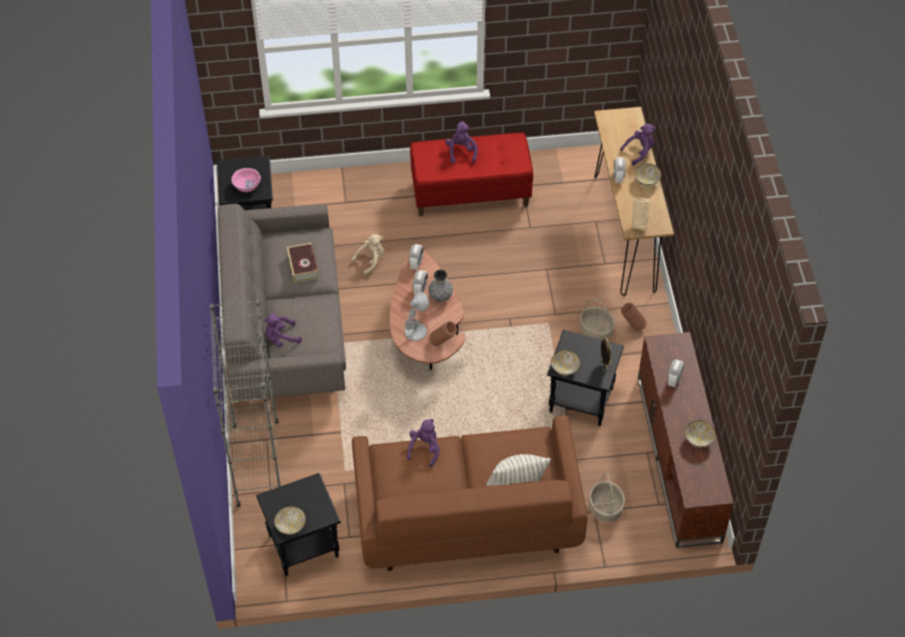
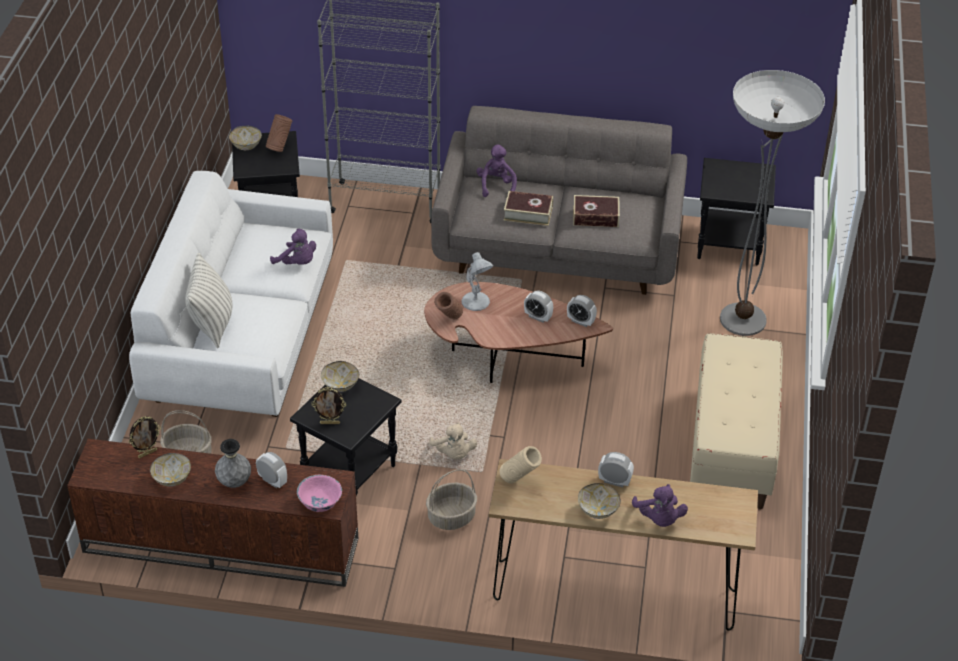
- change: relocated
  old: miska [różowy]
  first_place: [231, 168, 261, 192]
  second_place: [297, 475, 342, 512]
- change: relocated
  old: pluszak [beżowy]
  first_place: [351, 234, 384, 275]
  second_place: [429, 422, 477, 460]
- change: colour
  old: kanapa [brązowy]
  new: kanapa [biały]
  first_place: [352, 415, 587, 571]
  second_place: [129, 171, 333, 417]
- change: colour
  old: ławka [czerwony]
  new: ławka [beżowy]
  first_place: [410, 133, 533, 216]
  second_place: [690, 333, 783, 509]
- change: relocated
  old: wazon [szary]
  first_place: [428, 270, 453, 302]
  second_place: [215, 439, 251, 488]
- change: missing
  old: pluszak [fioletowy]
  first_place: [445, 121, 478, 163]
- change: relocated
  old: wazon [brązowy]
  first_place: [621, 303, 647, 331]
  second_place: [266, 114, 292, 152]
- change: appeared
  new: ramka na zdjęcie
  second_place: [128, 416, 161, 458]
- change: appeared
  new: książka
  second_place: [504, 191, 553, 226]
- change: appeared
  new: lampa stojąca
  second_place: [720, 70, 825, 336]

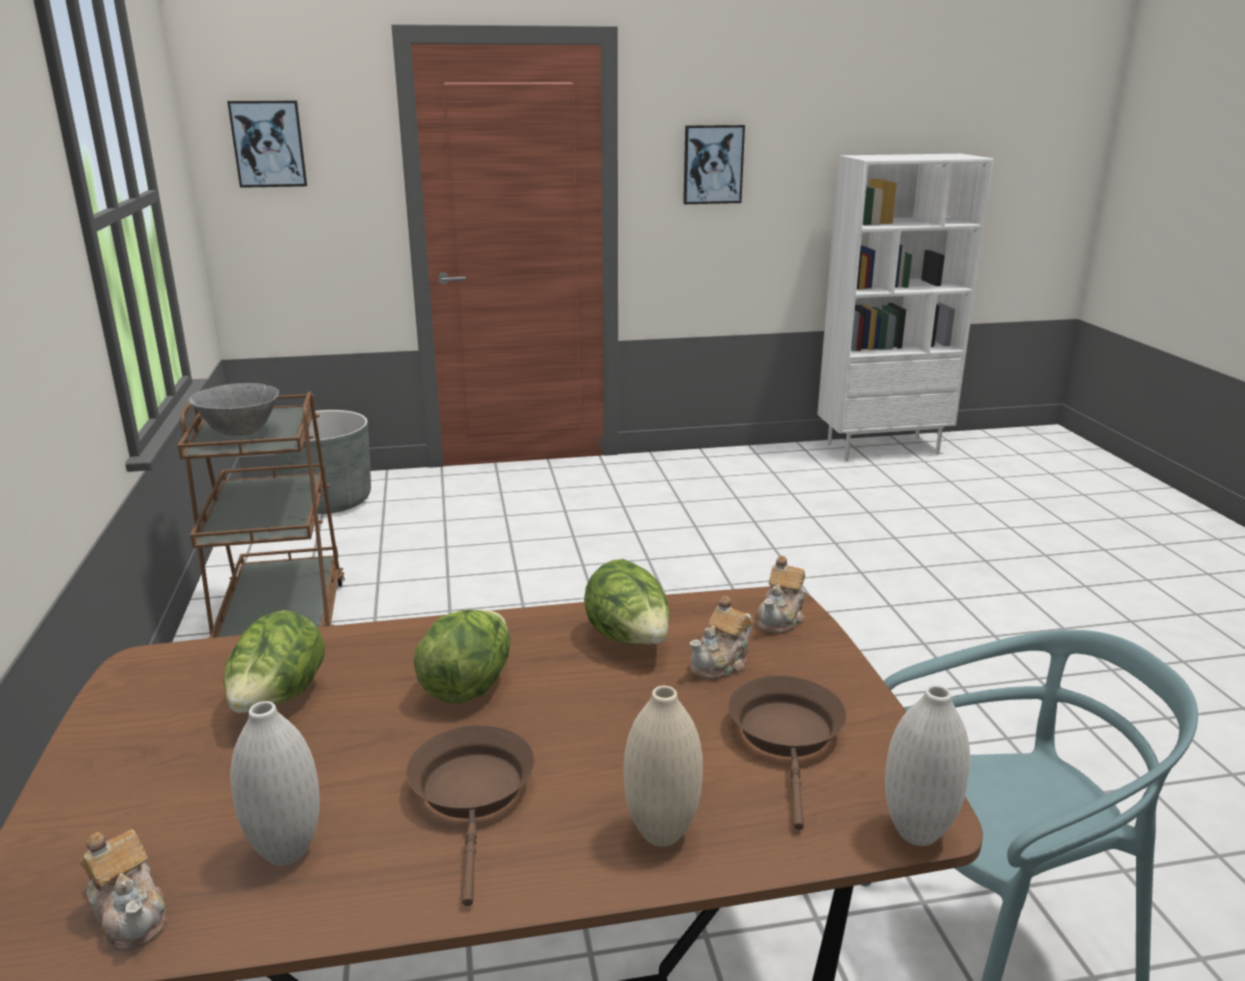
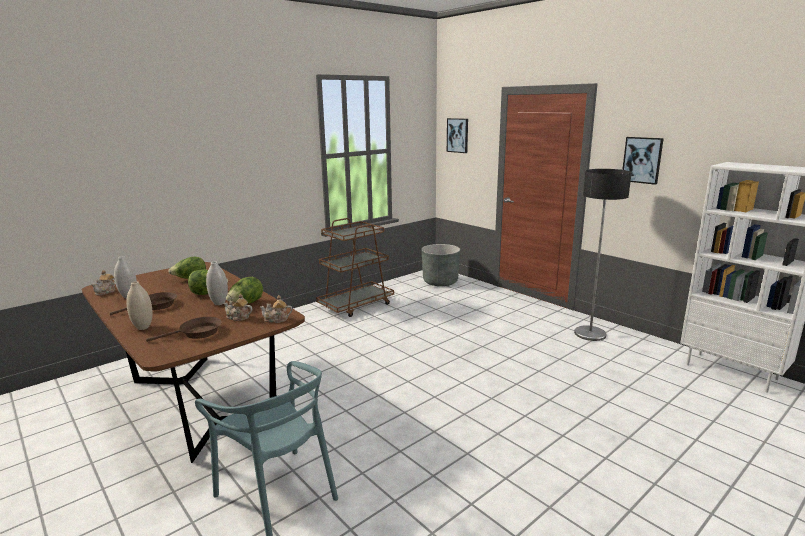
- change: missing
  old: miska [szary]
  first_place: [189, 383, 279, 436]
- change: relocated
  old: wazon [biały]
  first_place: [885, 685, 970, 846]
  second_place: [206, 262, 228, 305]
- change: appeared
  new: lampa stojąca
  second_place: [574, 169, 632, 341]

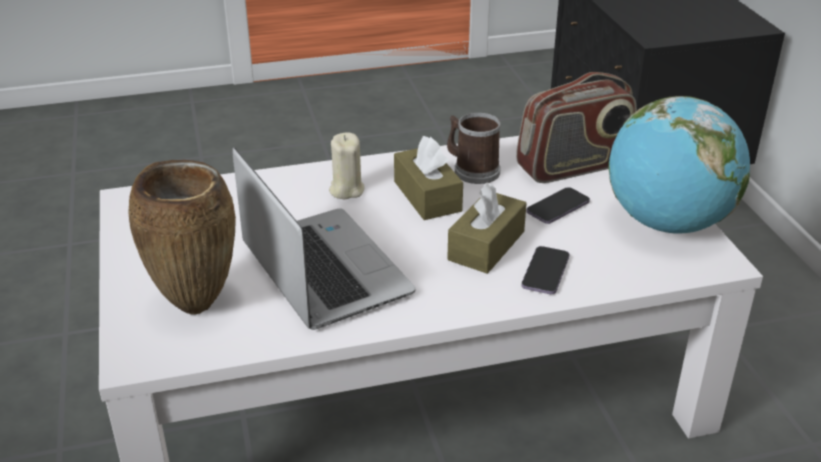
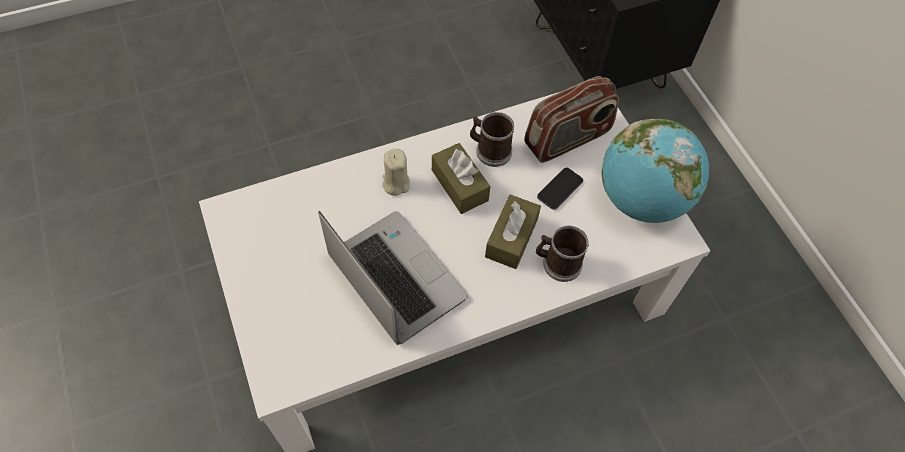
- change: missing
  old: wazon [brązowy]
  first_place: [128, 160, 236, 315]
- change: exchanged
  old: telefon
  new: kubek
  first_place: [522, 246, 569, 294]
  second_place: [536, 226, 589, 282]

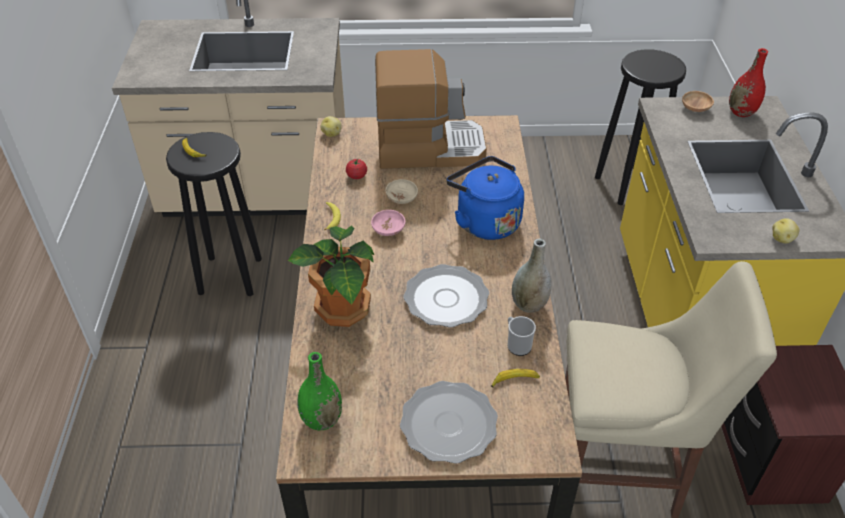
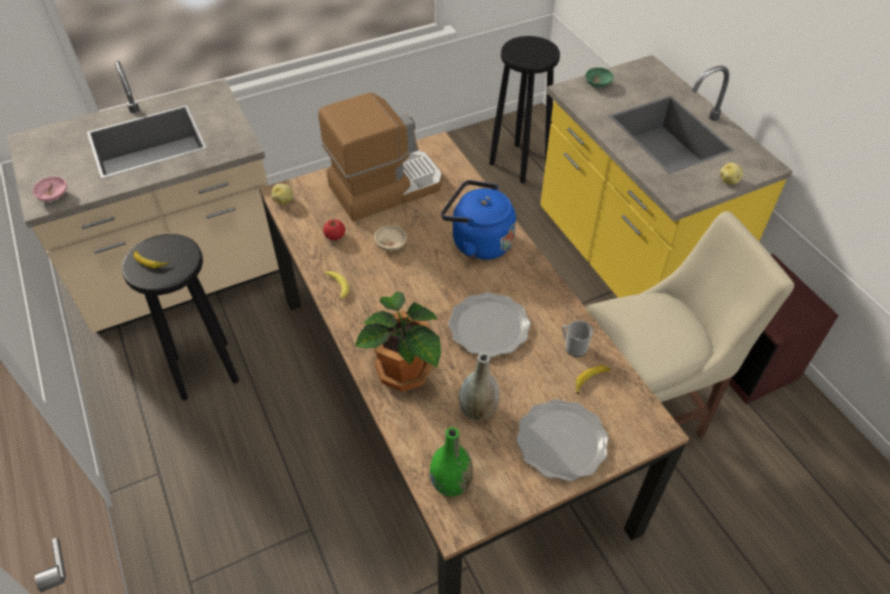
- change: relocated
  old: miska [różowy]
  first_place: [371, 210, 406, 236]
  second_place: [33, 176, 67, 201]
- change: relocated
  old: wazon [szary]
  first_place: [512, 239, 552, 313]
  second_place: [459, 353, 500, 421]
- change: colour
  old: miska [brązowy]
  new: miska [zielony]
  first_place: [682, 91, 714, 112]
  second_place: [585, 67, 614, 87]
- change: missing
  old: wazon [czerwony]
  first_place: [729, 48, 768, 117]

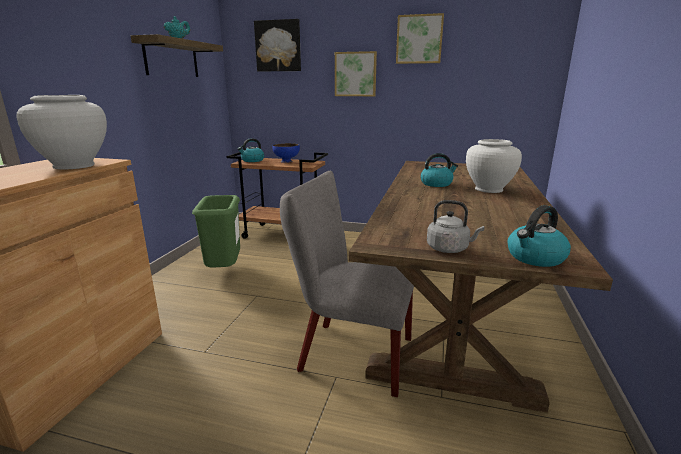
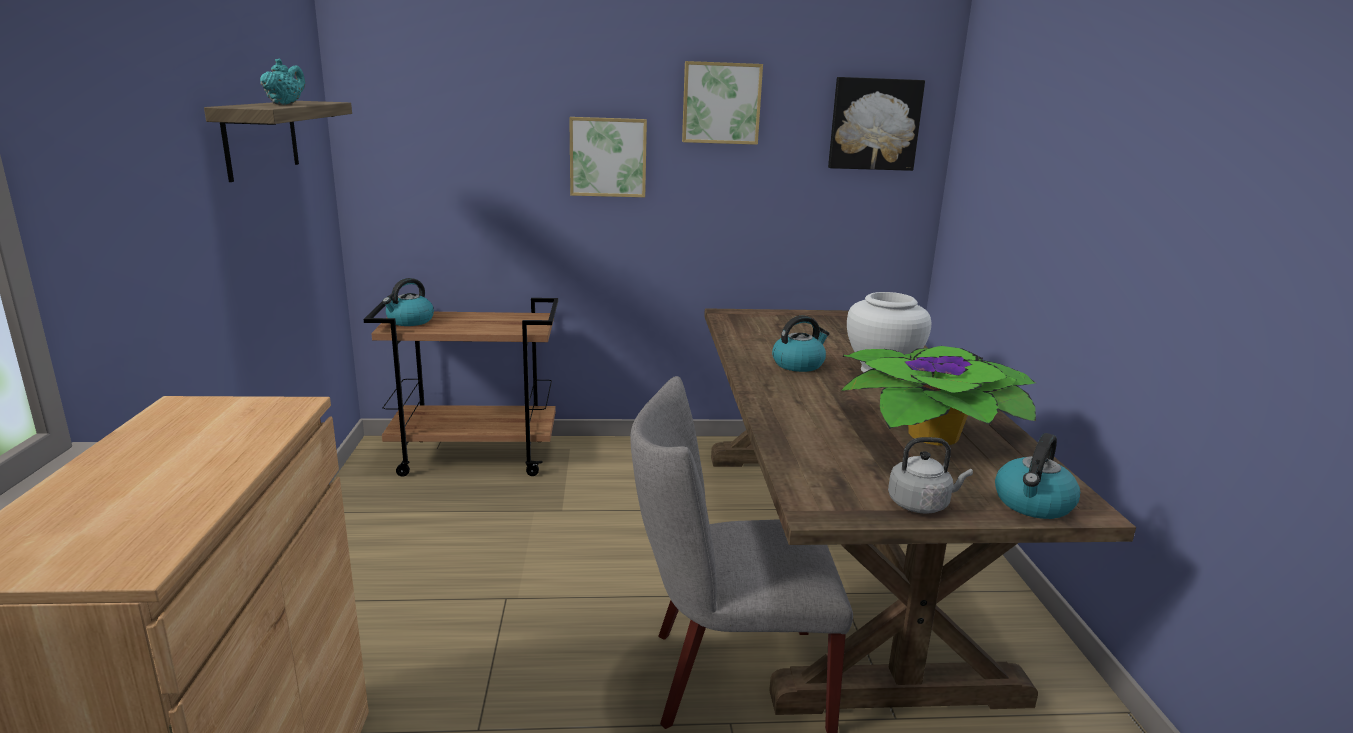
- change: missing
  old: wazon [biały]
  first_place: [17, 95, 107, 170]
- change: missing
  old: kosz na śmieci [zielony]
  first_place: [192, 195, 240, 268]
- change: relocated
  old: obraz
  first_place: [254, 19, 301, 71]
  second_place: [828, 77, 925, 171]
- change: missing
  old: miska [niebieski]
  first_place: [272, 143, 300, 163]
- change: appeared
  new: roślina doniczkowa
  second_place: [841, 346, 1036, 445]

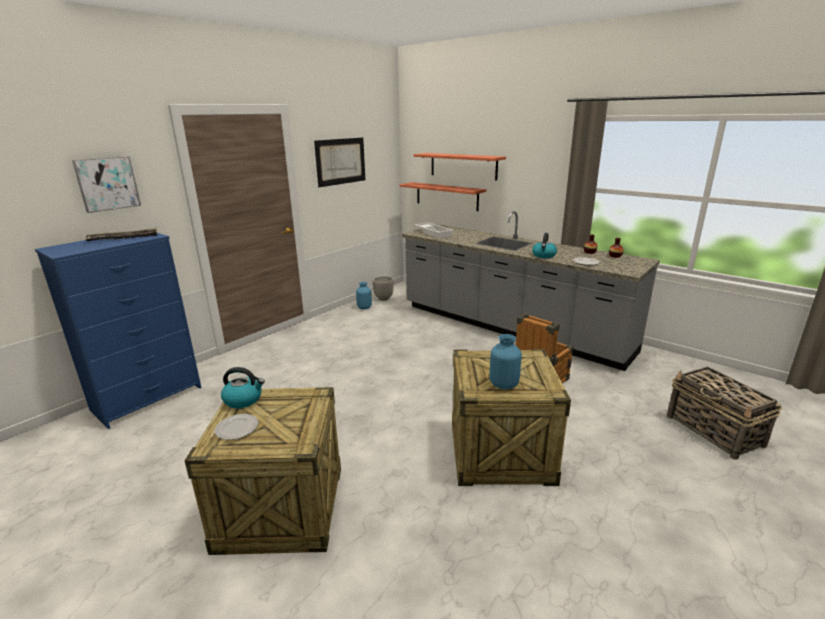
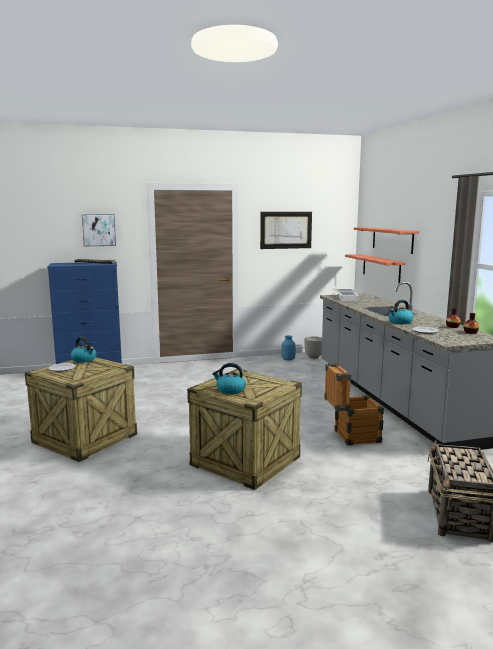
- change: exchanged
  old: wazon [niebieski]
  new: czajnik
  first_place: [489, 334, 522, 389]
  second_place: [212, 363, 246, 394]

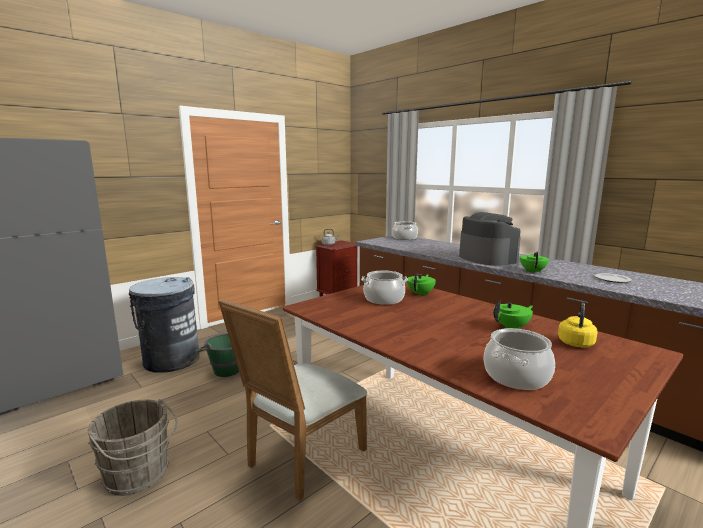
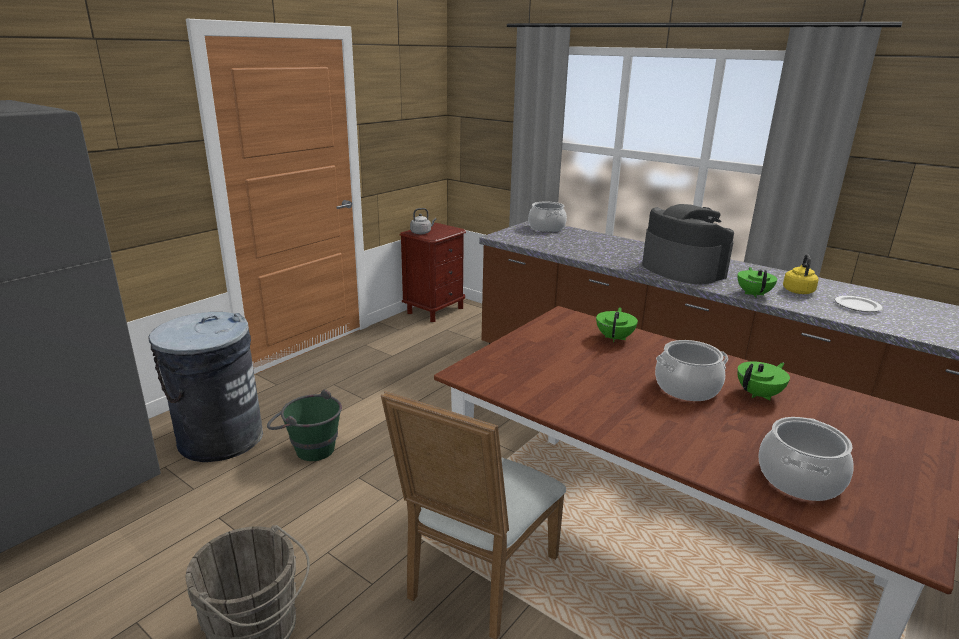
- change: relocated
  old: garnek
  first_place: [361, 270, 408, 305]
  second_place: [655, 340, 728, 401]
- change: relocated
  old: czajnik [żółty]
  first_place: [558, 303, 598, 348]
  second_place: [783, 254, 818, 294]

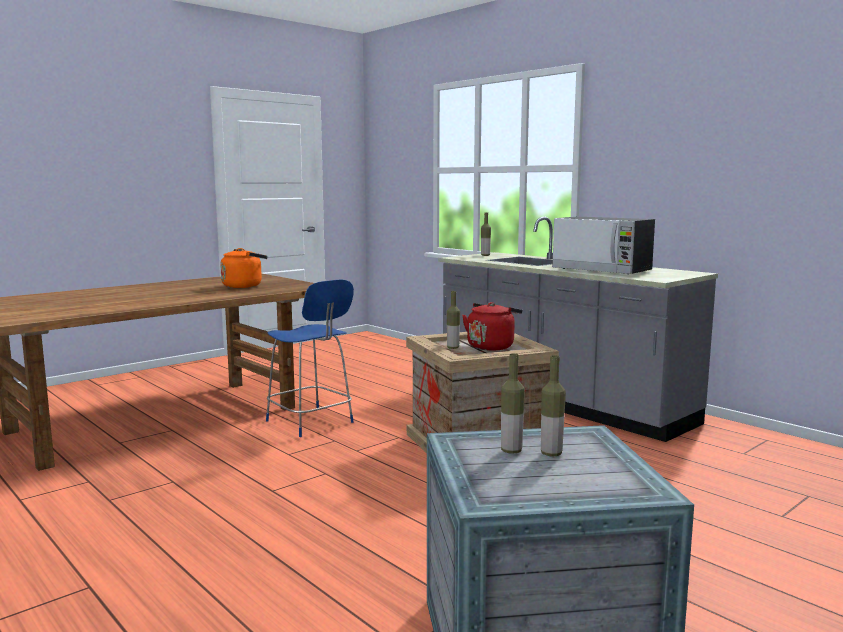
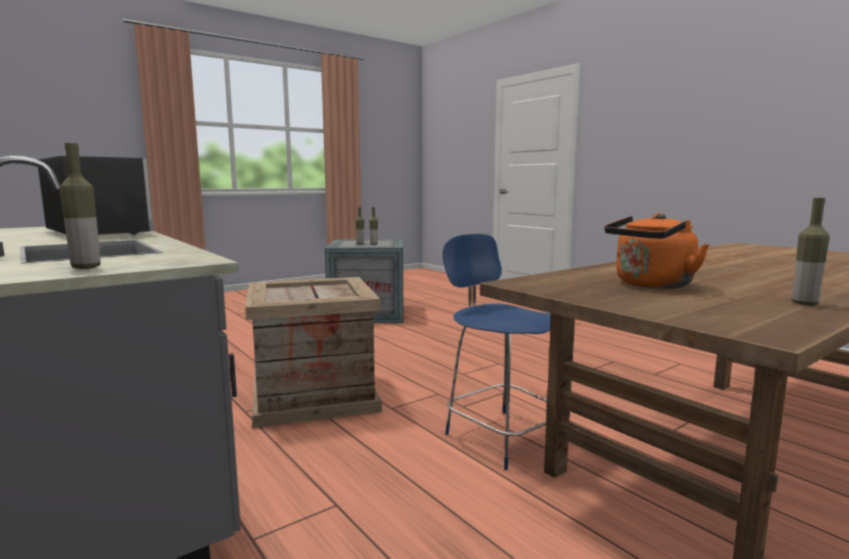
- change: relocated
  old: butelka
  first_place: [447, 291, 460, 349]
  second_place: [792, 198, 830, 306]
- change: missing
  old: czajnik [czerwony]
  first_place: [462, 302, 522, 351]

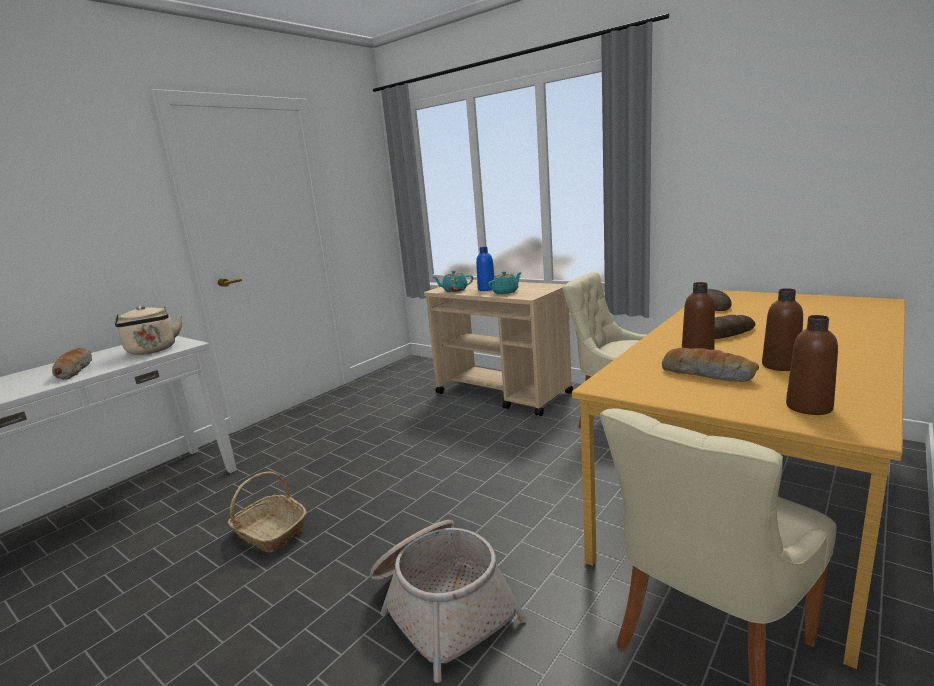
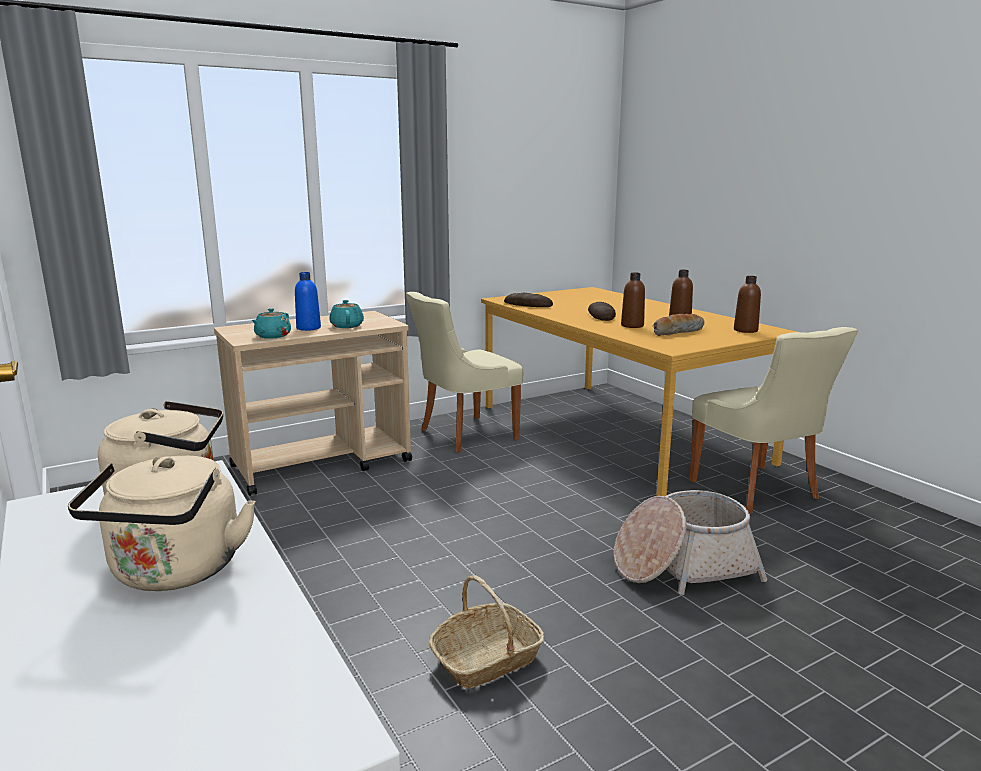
- change: exchanged
  old: chleb
  new: czajnik [beżowy]
  first_place: [52, 348, 92, 379]
  second_place: [68, 456, 256, 591]

